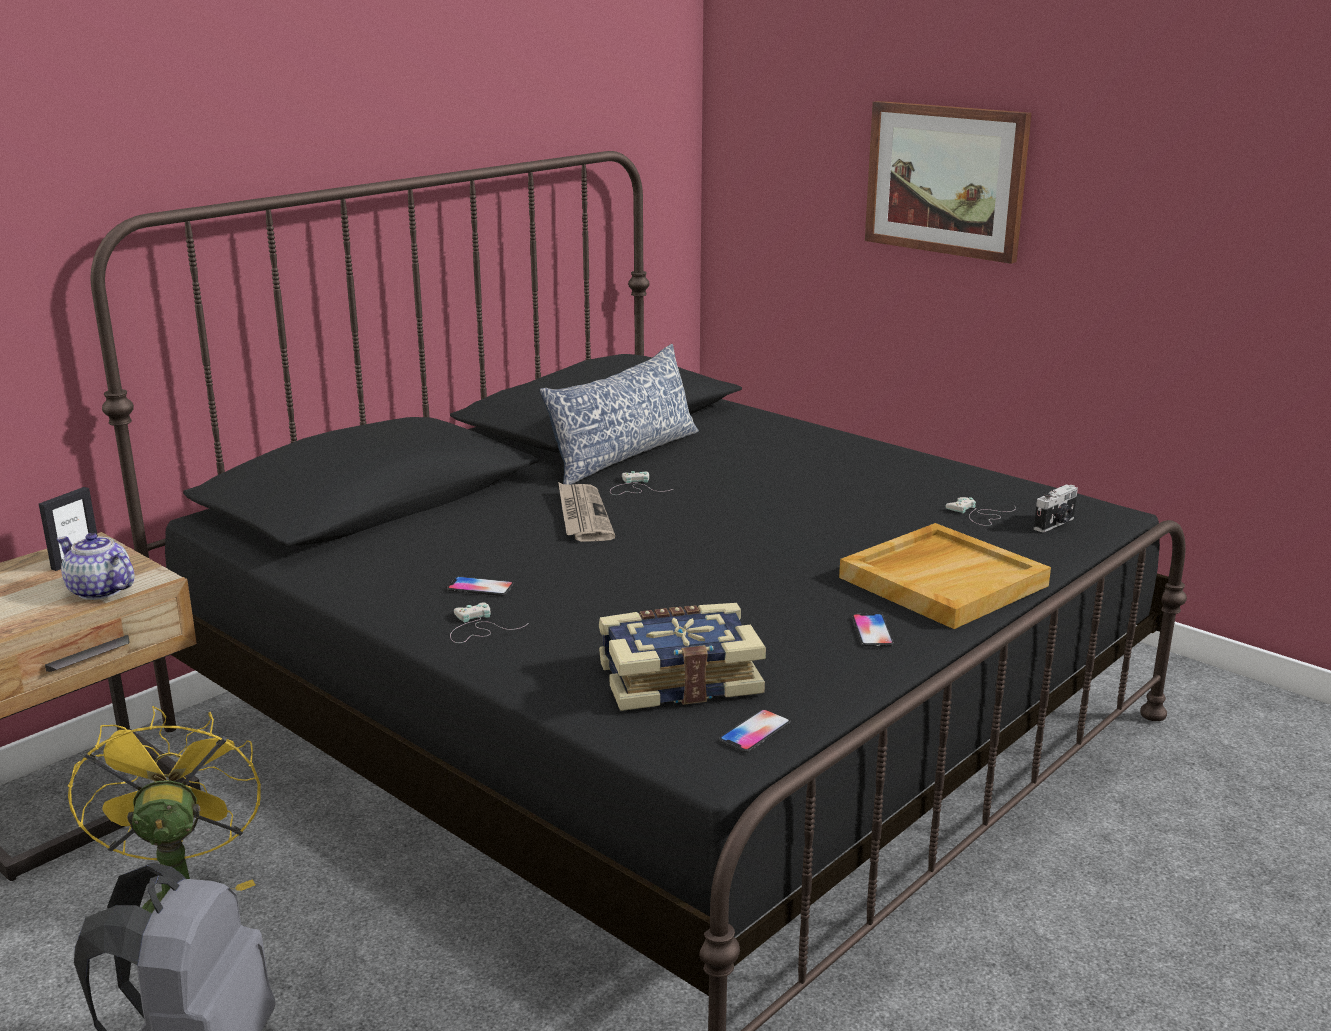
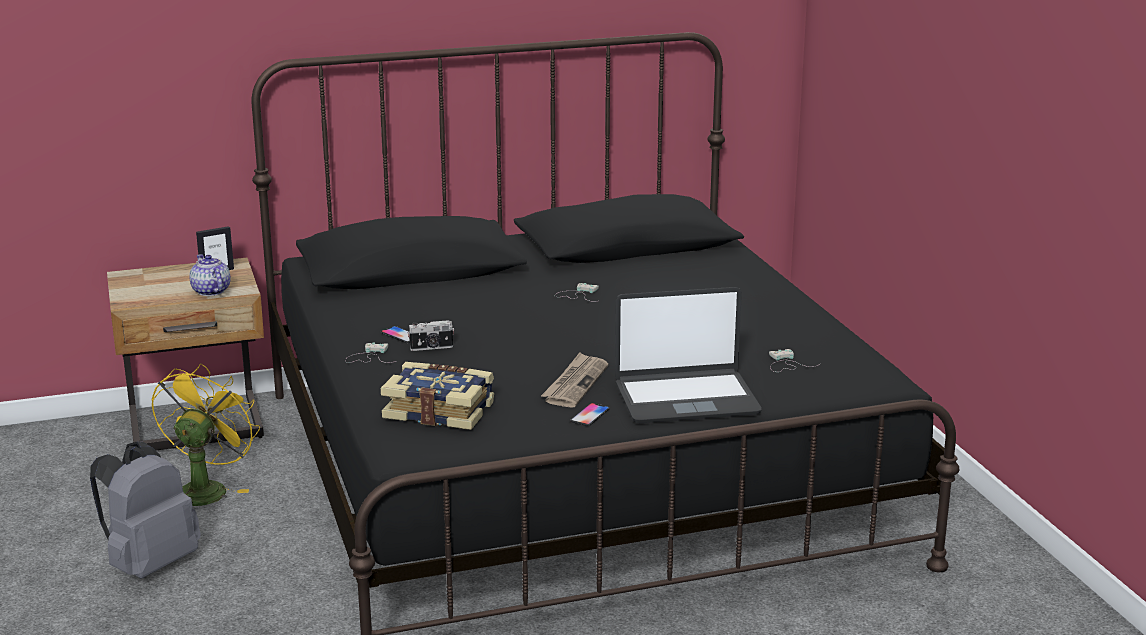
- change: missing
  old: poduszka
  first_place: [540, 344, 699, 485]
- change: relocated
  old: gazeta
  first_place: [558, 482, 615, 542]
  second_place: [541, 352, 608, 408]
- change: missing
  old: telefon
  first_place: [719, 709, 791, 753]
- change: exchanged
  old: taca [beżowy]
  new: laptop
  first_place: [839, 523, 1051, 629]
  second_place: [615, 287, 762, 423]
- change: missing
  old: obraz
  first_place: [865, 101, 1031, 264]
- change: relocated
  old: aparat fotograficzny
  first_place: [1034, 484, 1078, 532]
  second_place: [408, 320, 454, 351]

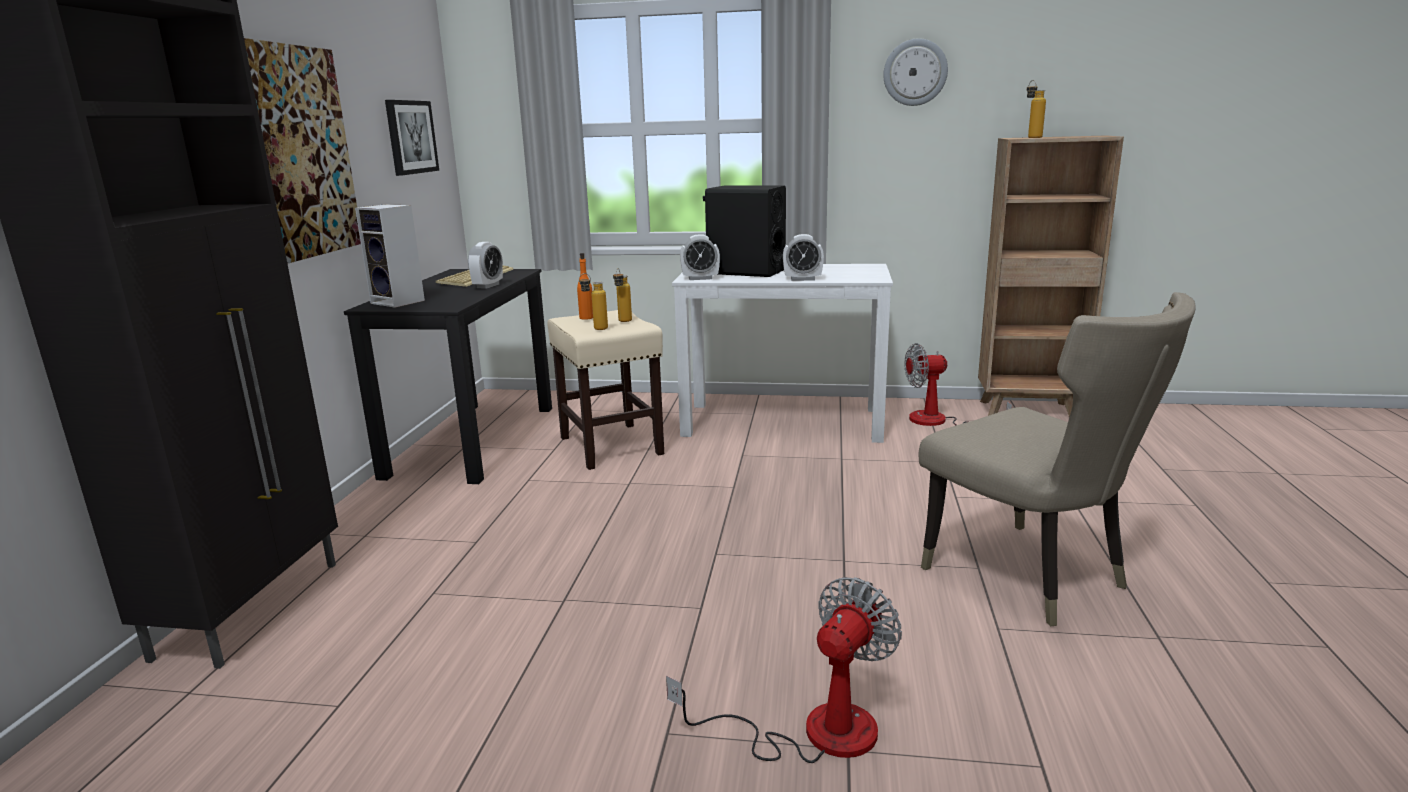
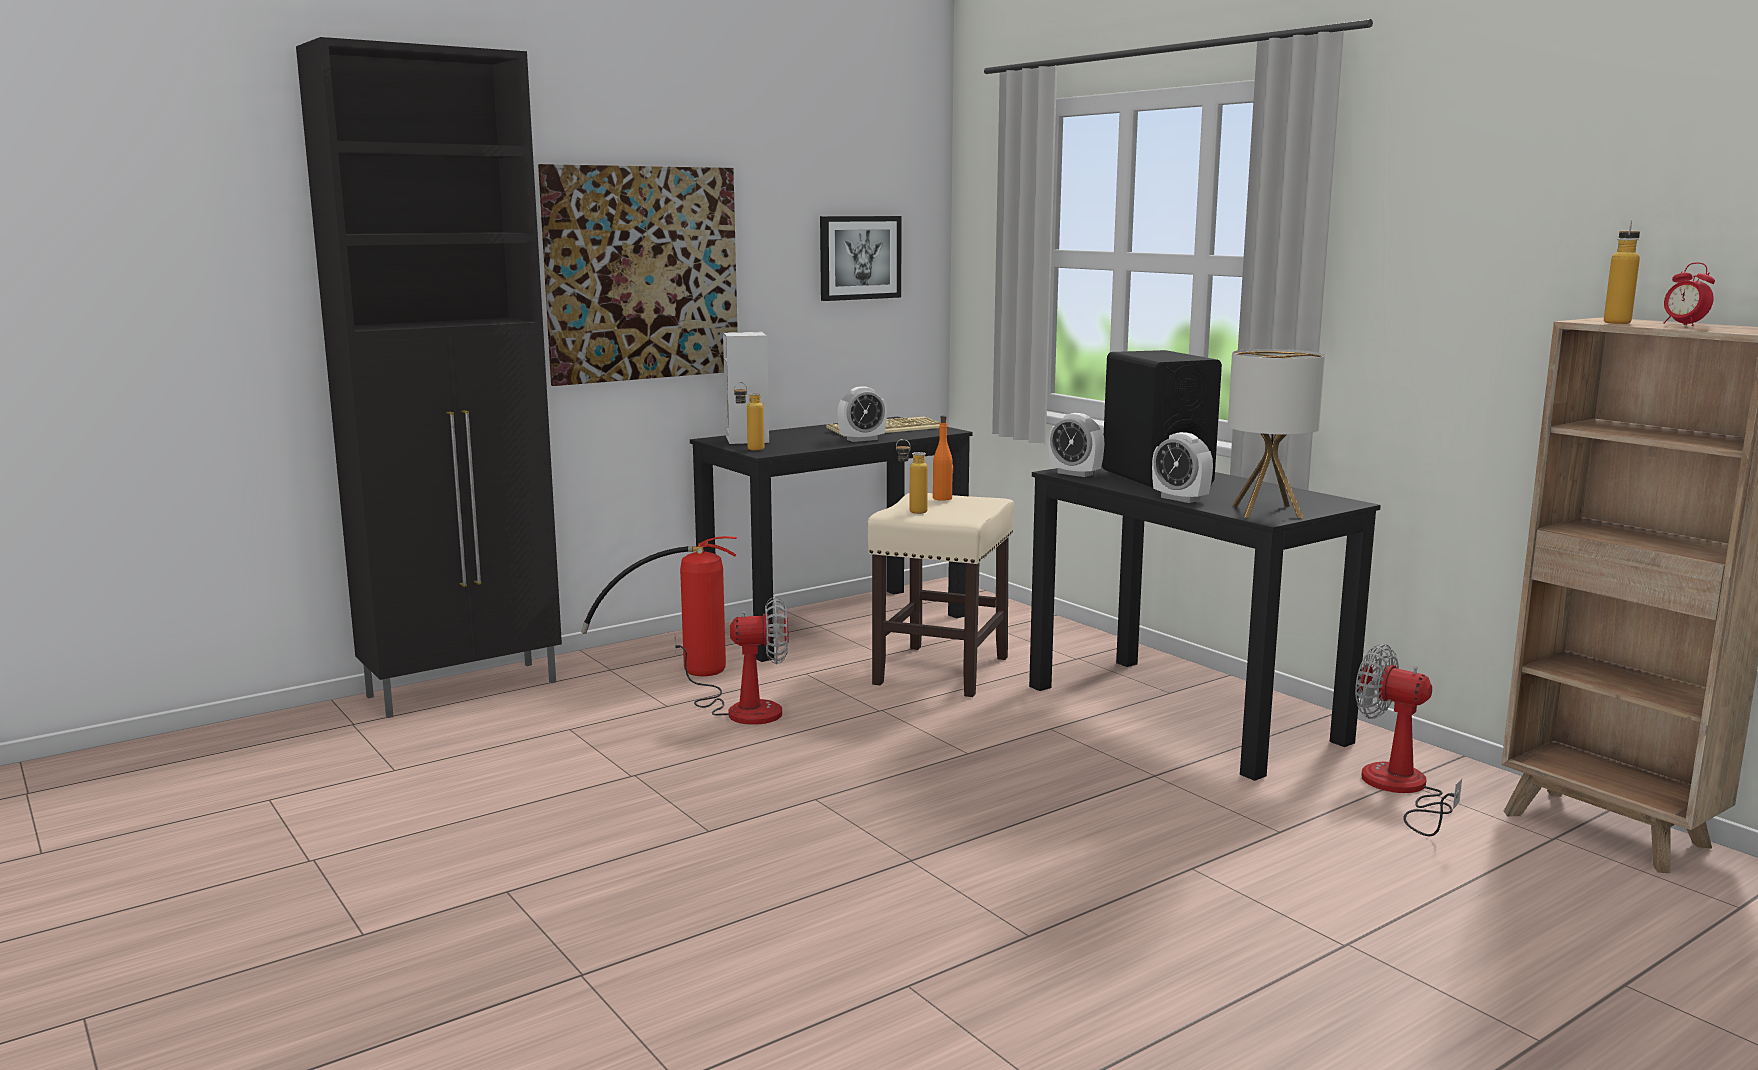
- change: relocated
  old: butelka
  first_place: [613, 268, 632, 322]
  second_place: [734, 382, 764, 451]
- change: relocated
  old: wentylator
  first_place: [666, 577, 902, 763]
  second_place: [674, 596, 789, 725]
- change: colour
  old: biurko [biały]
  new: biurko [czarny]
  first_place: [672, 264, 893, 443]
  second_place: [1029, 466, 1381, 781]
- change: missing
  old: zegar ścienny
  first_place: [883, 38, 948, 106]
- change: missing
  old: krzesło [beżowy]
  first_place: [919, 292, 1196, 627]
- change: appeared
  new: gaśnica
  second_place: [581, 536, 737, 676]
- change: appeared
  new: lampa stołowa
  second_place: [1228, 349, 1325, 518]
- change: appeared
  new: budzik
  second_place: [1663, 262, 1715, 326]

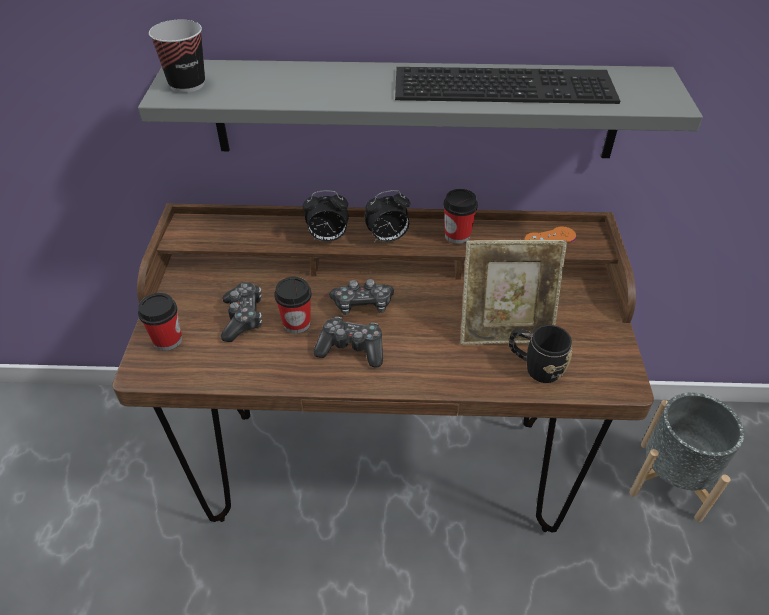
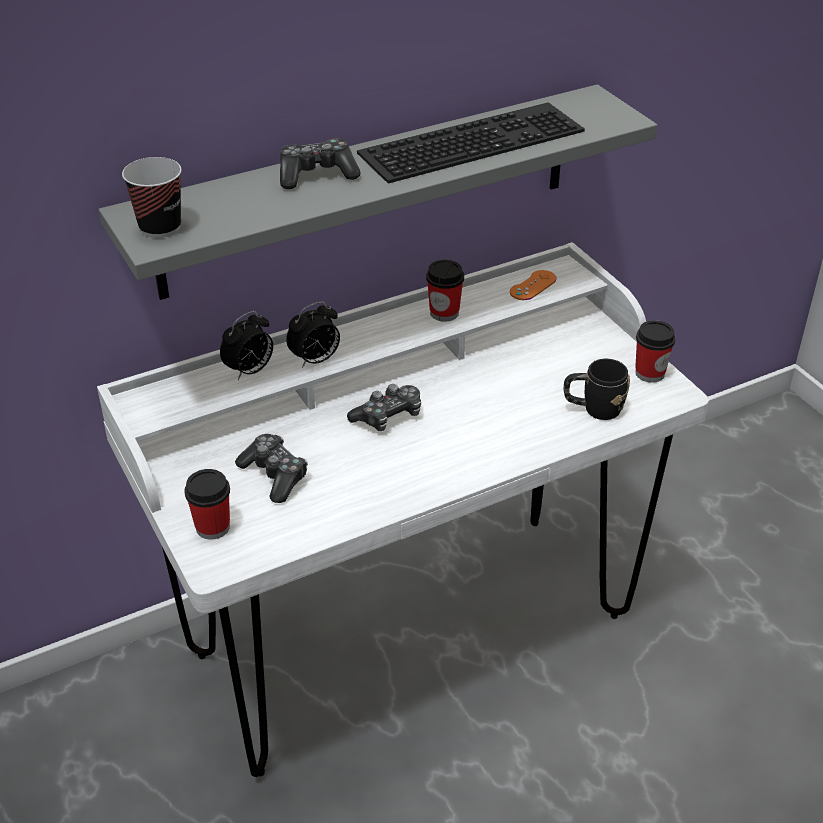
- change: colour
  old: biurko [brązowy]
  new: biurko [biały]
  first_place: [112, 203, 654, 532]
  second_place: [97, 242, 709, 777]
- change: relocated
  old: filiżanka
  first_place: [274, 277, 312, 334]
  second_place: [635, 320, 676, 383]
- change: relocated
  old: pad do gier
  first_place: [314, 317, 383, 368]
  second_place: [280, 139, 361, 189]
- change: relocated
  old: budzik
  first_place: [364, 190, 410, 243]
  second_place: [220, 311, 273, 380]
- change: missing
  old: ramka na zdjęcie
  first_place: [460, 240, 567, 345]
- change: missing
  old: donica [szary]
  first_place: [629, 393, 744, 522]

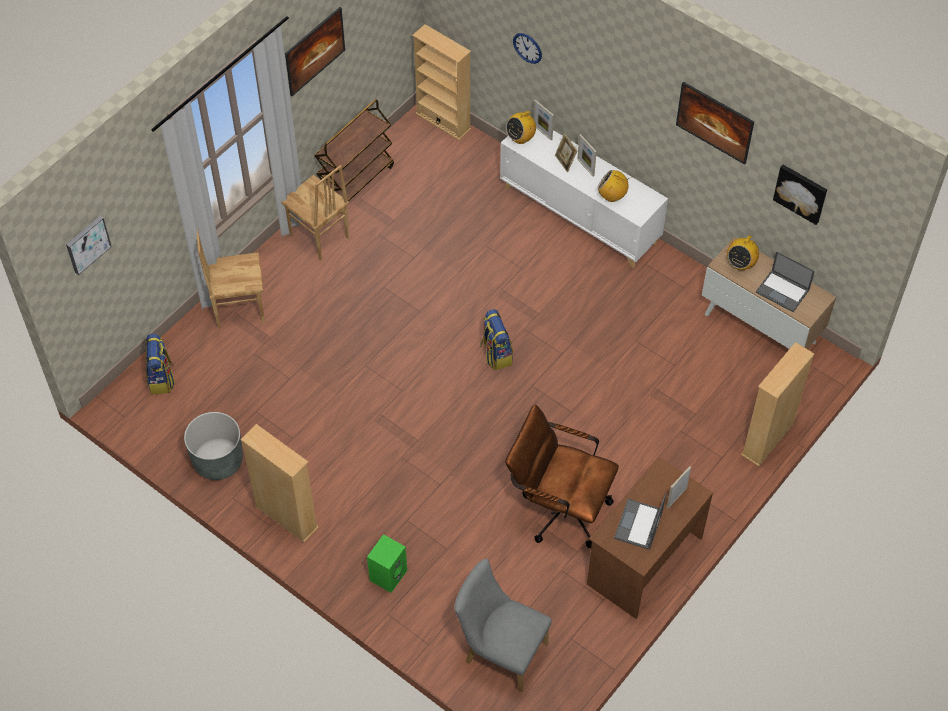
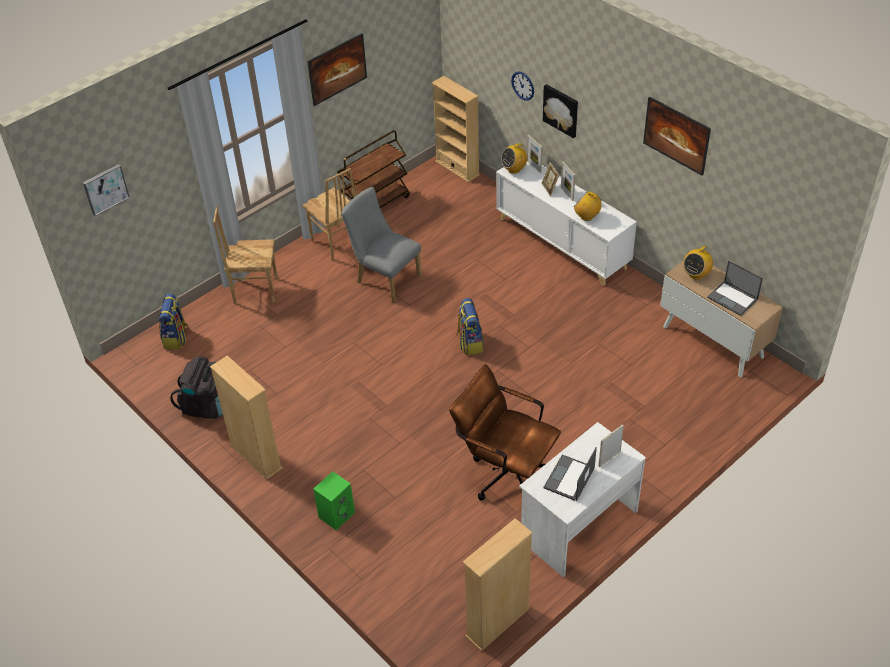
- change: exchanged
  old: donica [szary]
  new: plecak [czarny]
  first_place: [184, 412, 243, 480]
  second_place: [170, 356, 223, 419]
- change: relocated
  old: krzesło [szary]
  first_place: [455, 559, 552, 693]
  second_place: [342, 187, 422, 302]
- change: colour
  old: biurko [brązowy]
  new: biurko [biały]
  first_place: [587, 457, 713, 619]
  second_place: [519, 422, 646, 577]
- change: relocated
  old: regał [beżowy]
  first_place: [741, 342, 814, 467]
  second_place: [463, 518, 533, 651]
- change: relocated
  old: obraz
  first_place: [773, 165, 827, 225]
  second_place: [543, 84, 578, 138]

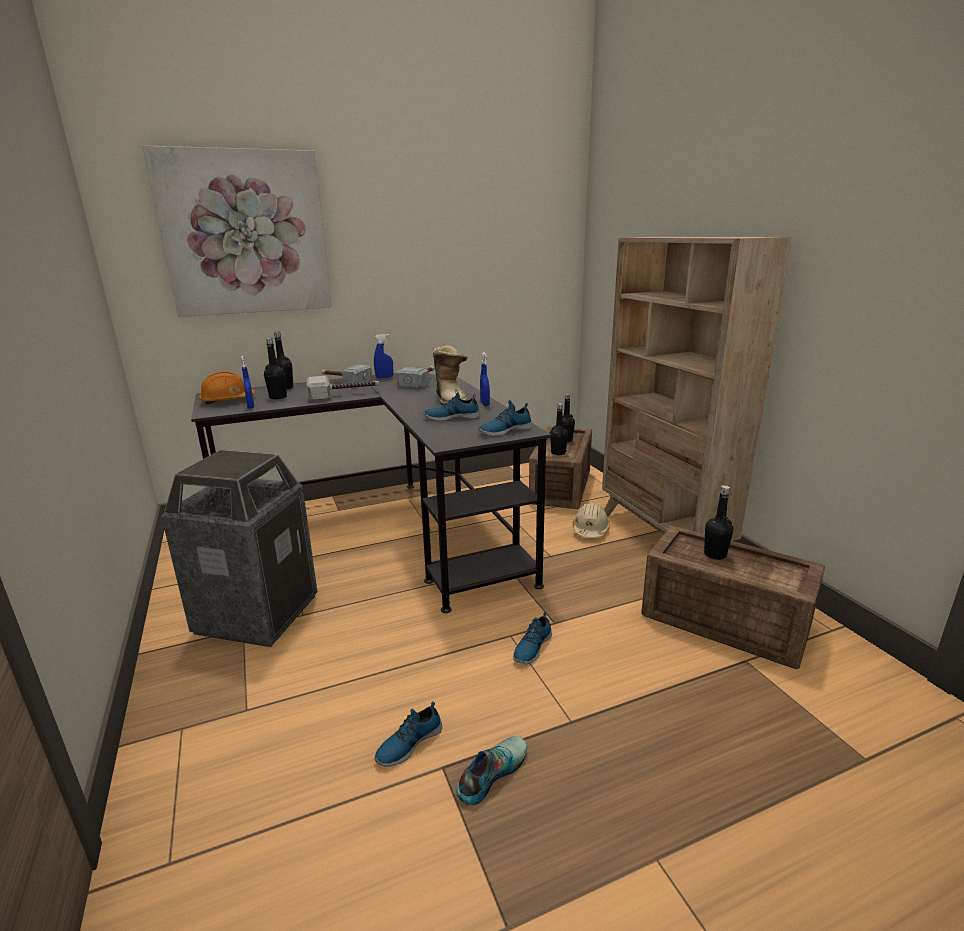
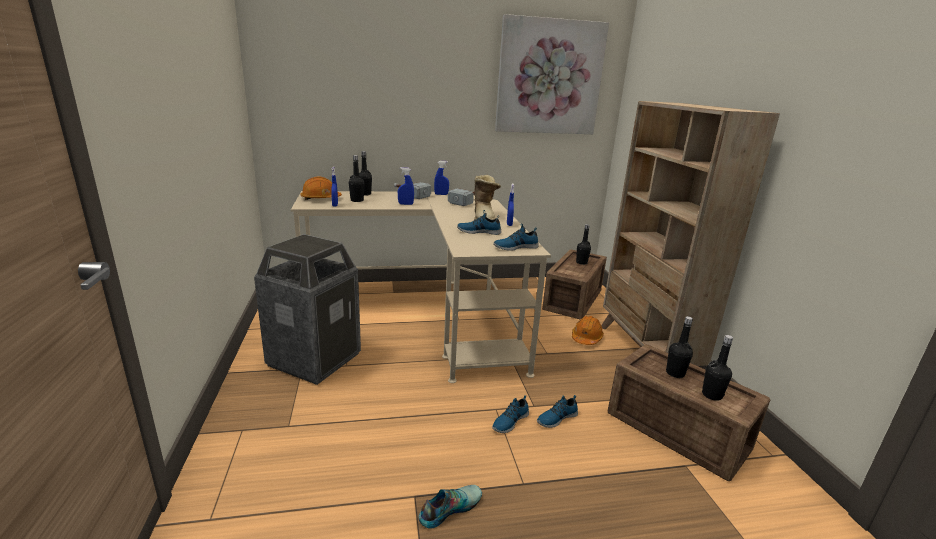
- change: relocated
  old: obraz
  first_place: [143, 145, 332, 317]
  second_place: [495, 14, 609, 134]
- change: colour
  old: biurko [czarny]
  new: biurko [beżowy]
  first_place: [191, 373, 551, 613]
  second_place: [291, 191, 551, 383]
- change: exchanged
  old: młotek
  new: spryskiwacz [niebieski]
  first_place: [307, 376, 379, 401]
  second_place: [398, 167, 414, 205]
- change: relocated
  old: but
  first_place: [375, 701, 442, 767]
  second_place: [537, 395, 578, 428]
- change: relocated
  old: butelka [czarny]
  first_place: [550, 403, 568, 455]
  second_place: [702, 335, 733, 401]
- change: colour
  old: kask [beżowy]
  new: kask [pomarańczowy]
  first_place: [573, 503, 610, 538]
  second_place: [572, 316, 604, 345]

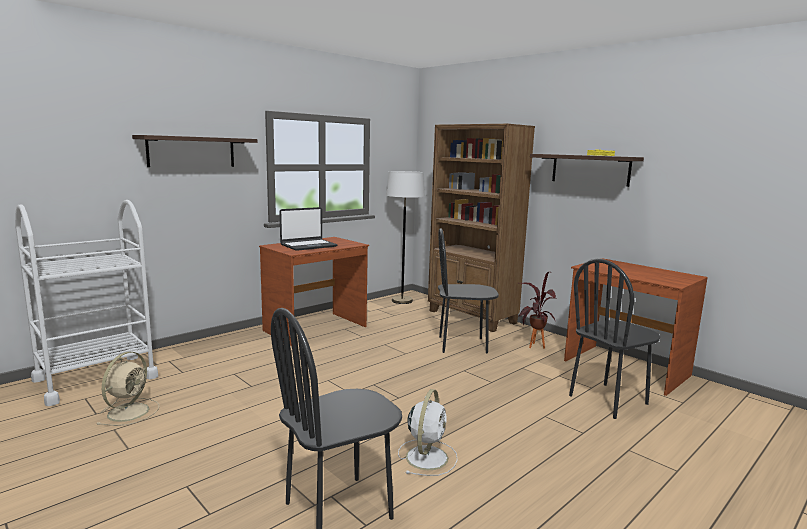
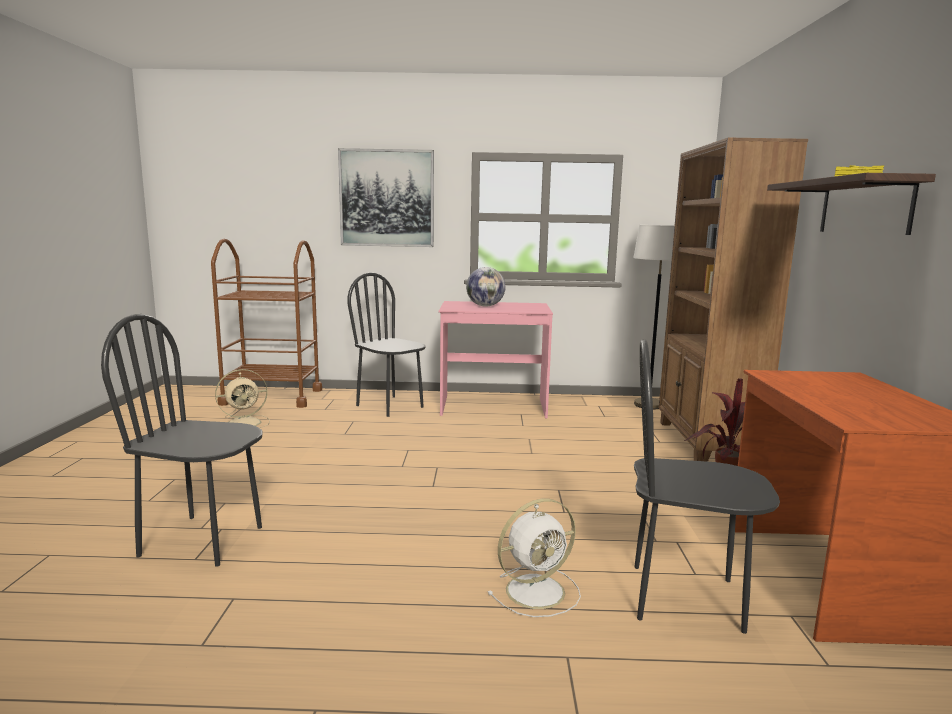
- change: colour
  old: wózek [biały]
  new: wózek [brązowy]
  first_place: [15, 200, 158, 406]
  second_place: [211, 239, 322, 408]
- change: exchanged
  old: półka
  new: obraz
  first_place: [132, 135, 258, 167]
  second_place: [338, 148, 434, 247]
- change: colour
  old: biurko [brązowy]
  new: biurko [różowy]
  first_place: [259, 237, 369, 346]
  second_place: [439, 301, 553, 418]
- change: exchanged
  old: laptop
  new: globus
  first_place: [280, 207, 337, 251]
  second_place: [466, 267, 506, 307]
- change: relocated
  old: wentylator [biały]
  first_place: [398, 389, 457, 476]
  second_place: [487, 499, 581, 617]
- change: relocated
  old: krzesło [czarny]
  first_place: [438, 228, 499, 353]
  second_place: [347, 273, 425, 417]

